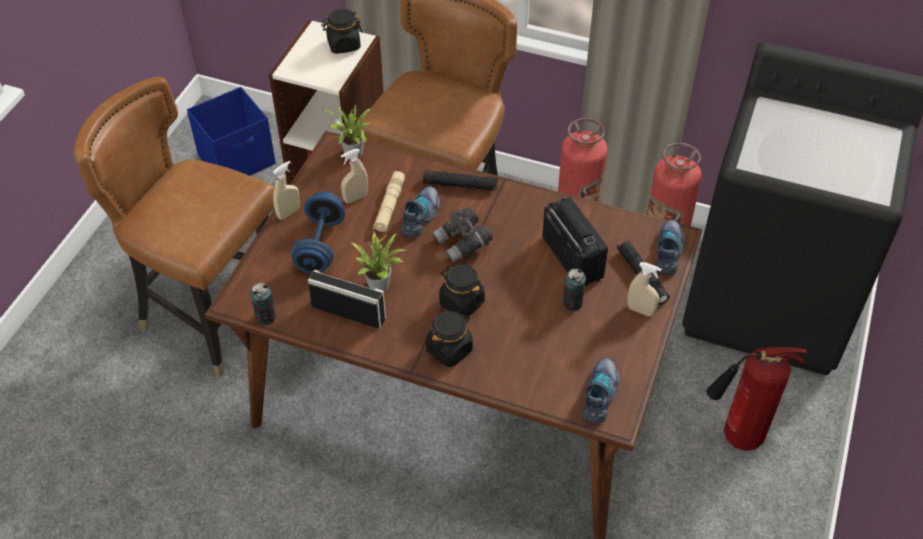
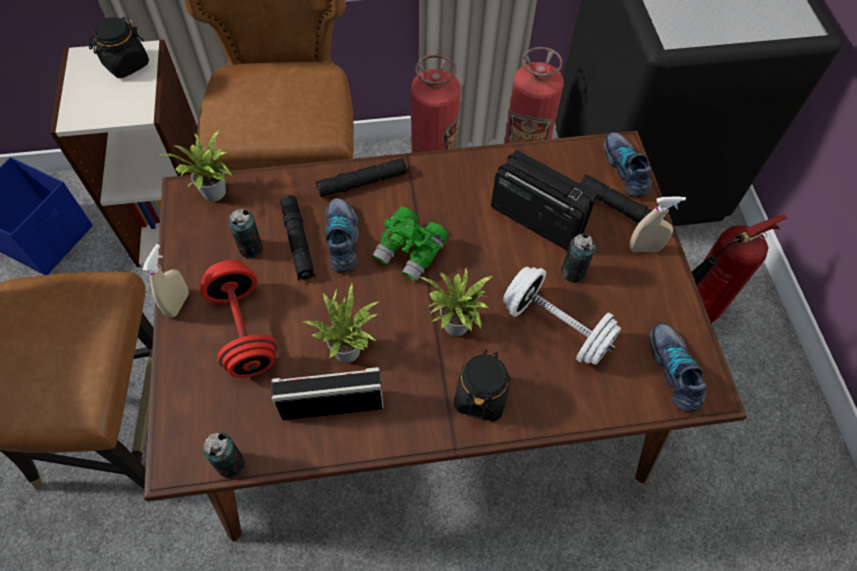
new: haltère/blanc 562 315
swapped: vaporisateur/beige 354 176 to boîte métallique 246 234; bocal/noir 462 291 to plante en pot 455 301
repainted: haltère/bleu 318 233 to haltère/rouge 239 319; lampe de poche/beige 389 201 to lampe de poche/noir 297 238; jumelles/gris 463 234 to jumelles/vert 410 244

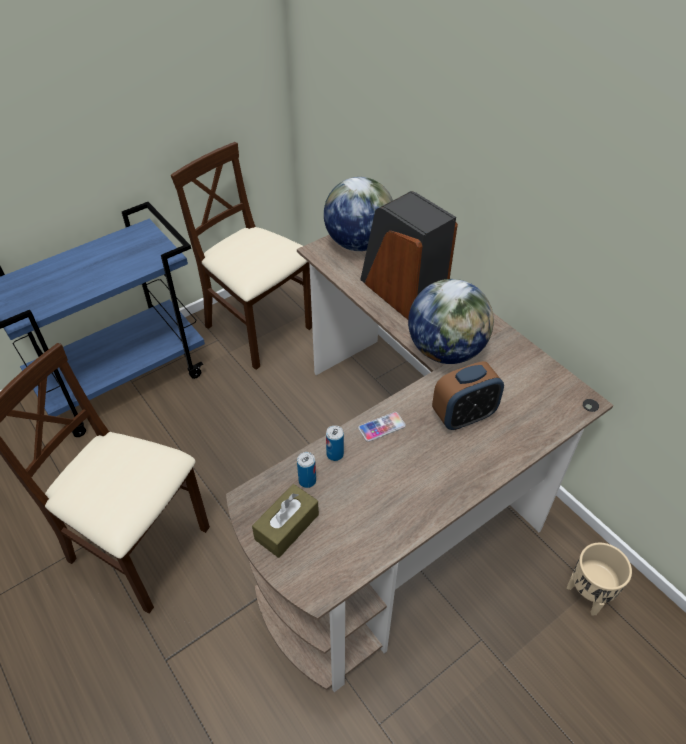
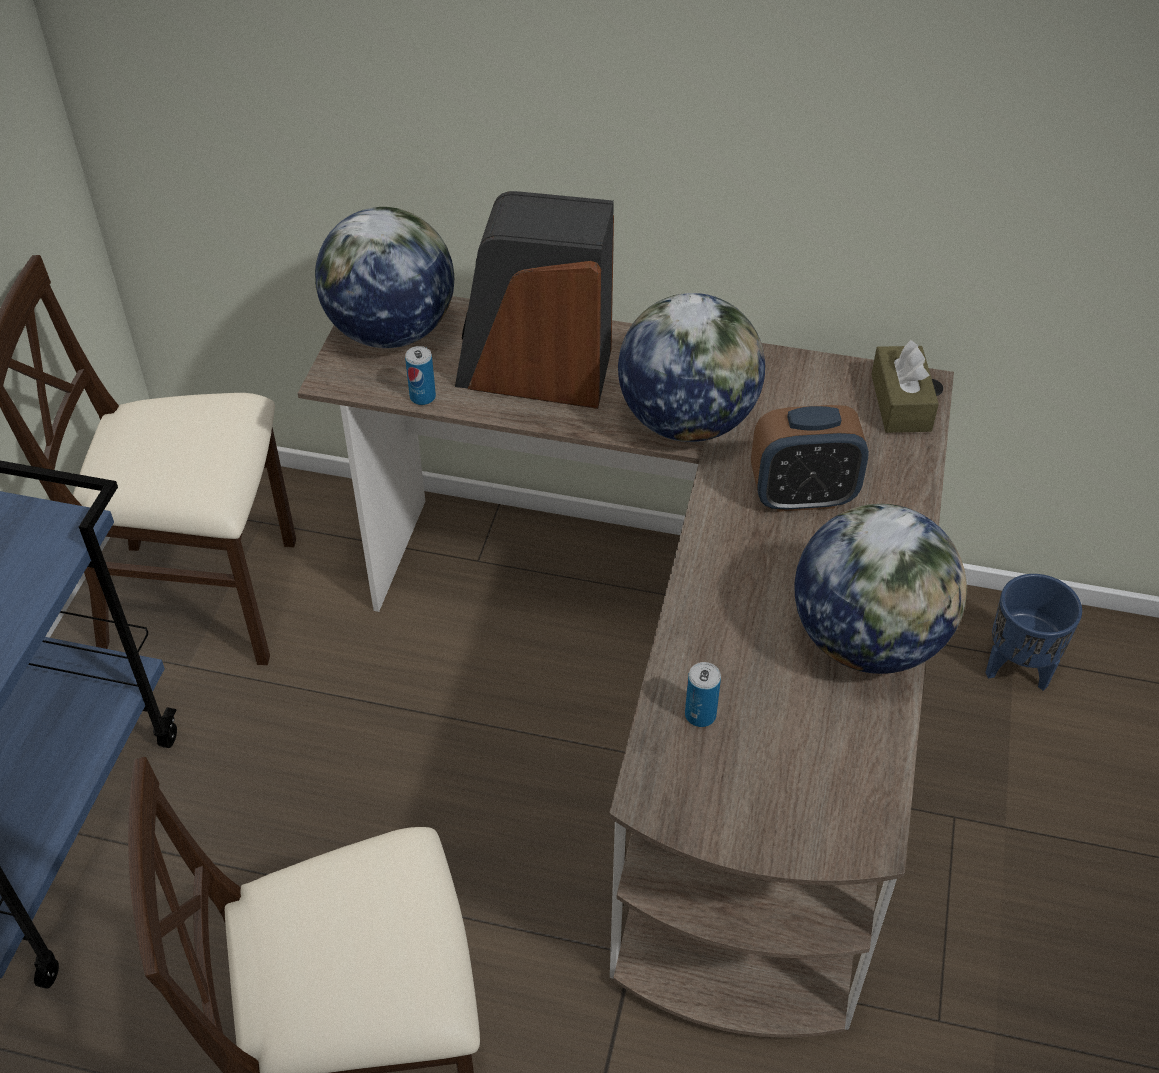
gone: téléphone 382 427
new: globe 881 589
shifted: boîte à mouchoirs/marron 285 521 to 905 386; boîte métallique 335 443 to 420 375
repainted: cache-pot/beige 599 579 to cache-pot/bleu 1033 632
rotated: réveil 468 395 = 810 458 60 degrees clockwise

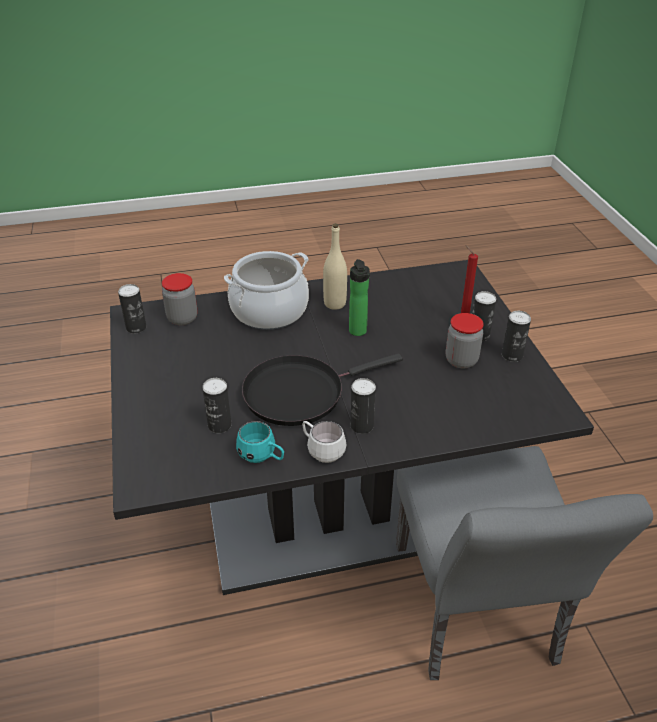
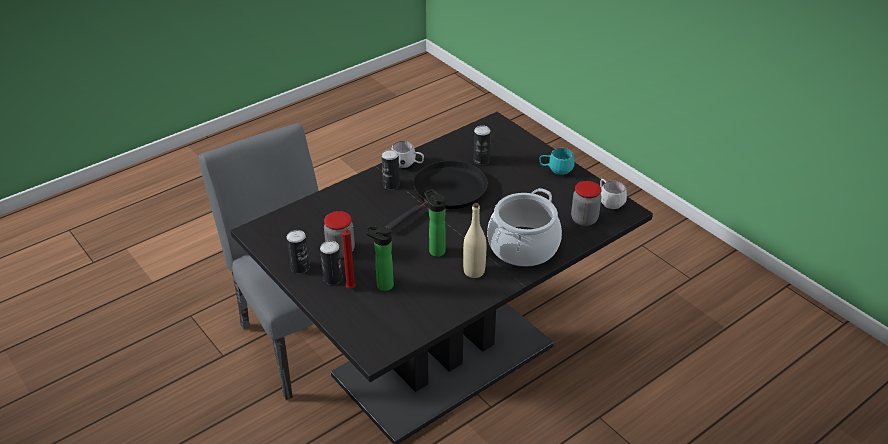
new: bouteille 380 258
shifted: mug/turquoise 260 442 to 556 161
swapped: boîte métallique 132 308 to mug/blanc 613 194

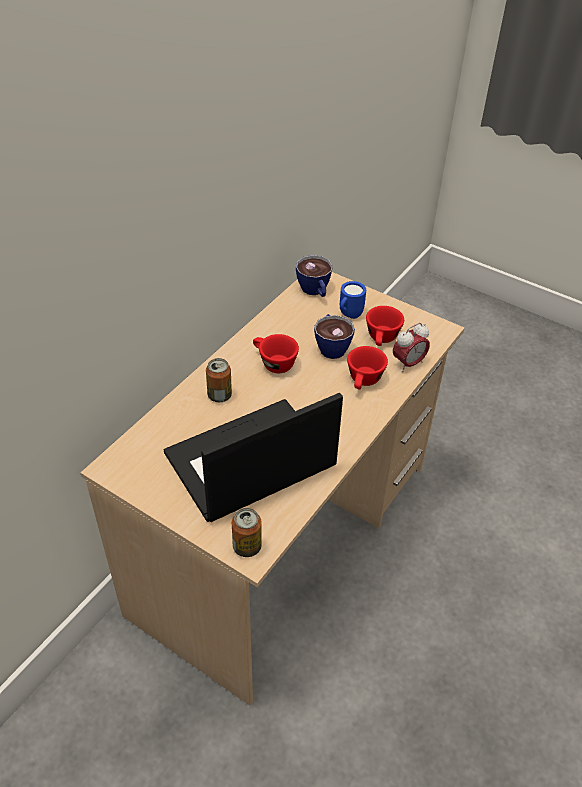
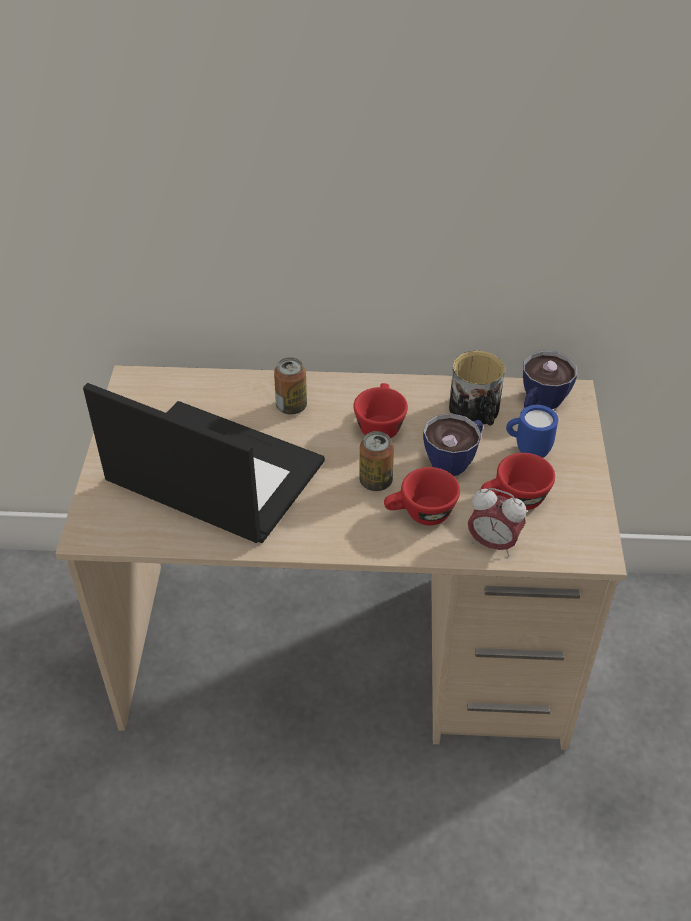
new: mug 477 388
shifted: boîte métallique 247 532 to 376 461

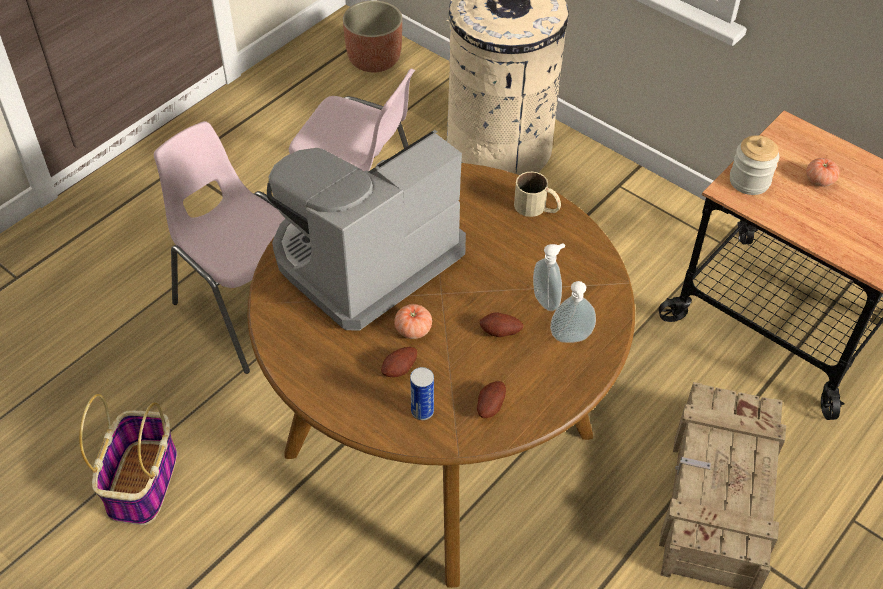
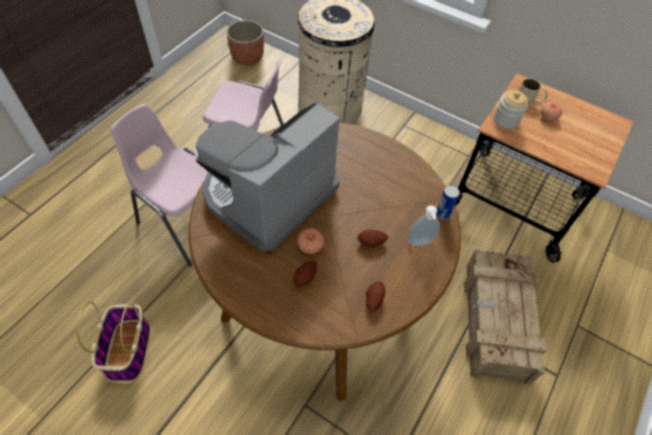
gone: distributeur de savon 549 277
shifted: boîte métallique 422 393 to 448 202; mug/beige 537 194 to 533 91

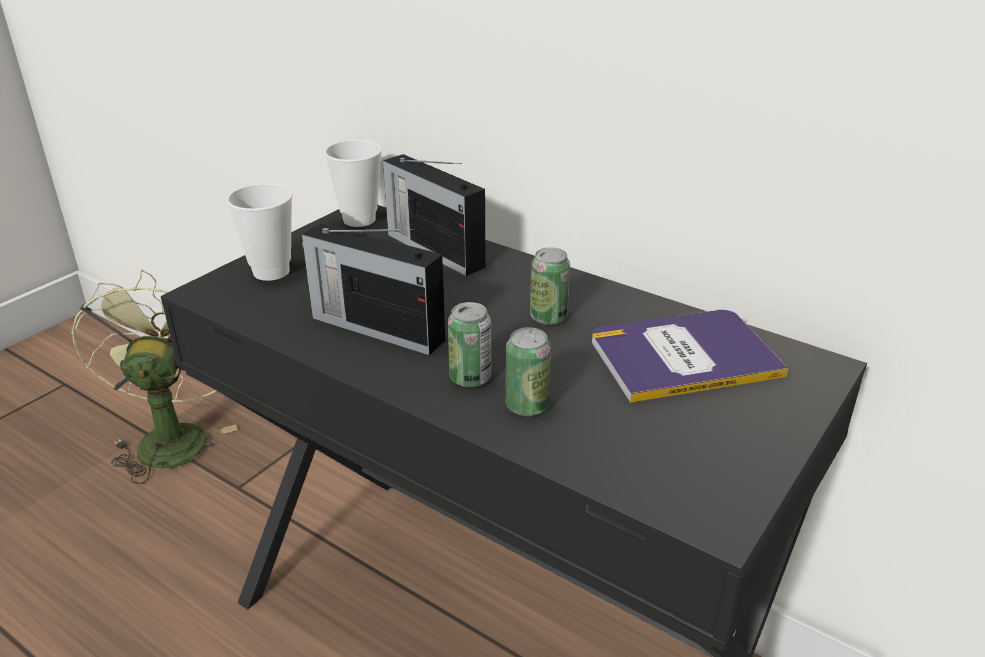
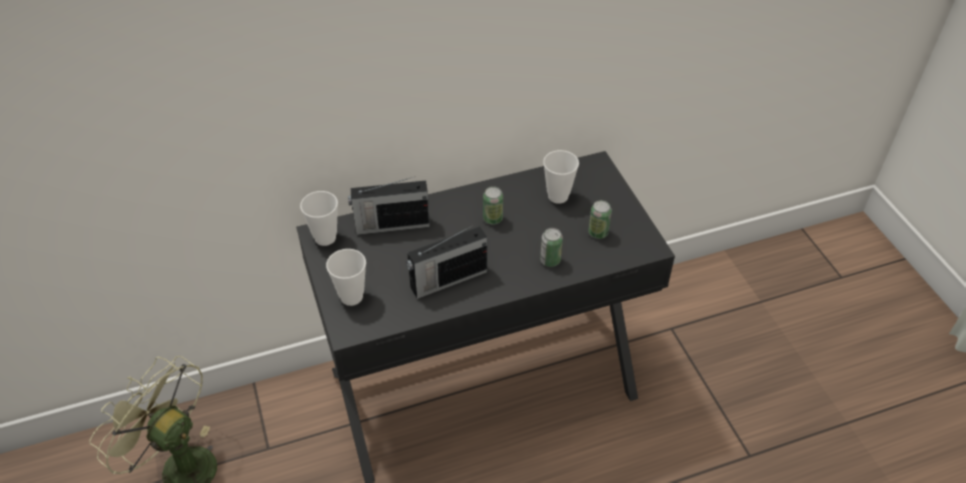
shifted: boîte métallique 469 345 to 600 219
swapped: livre 690 356 to tasse 561 177

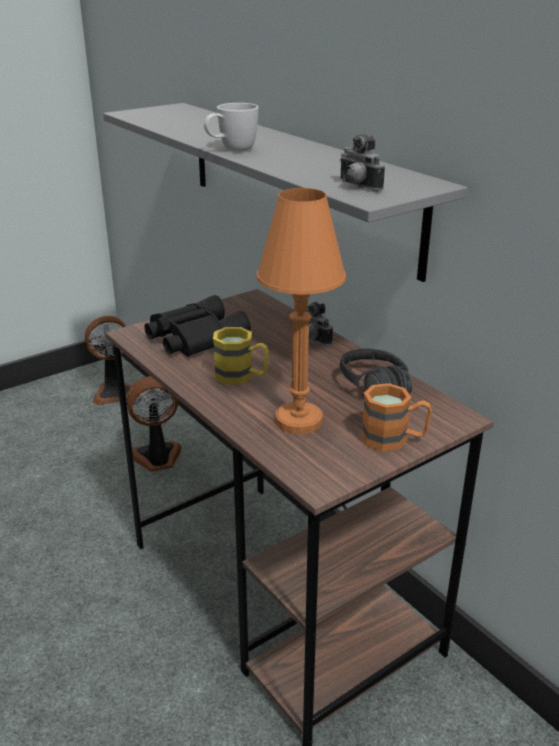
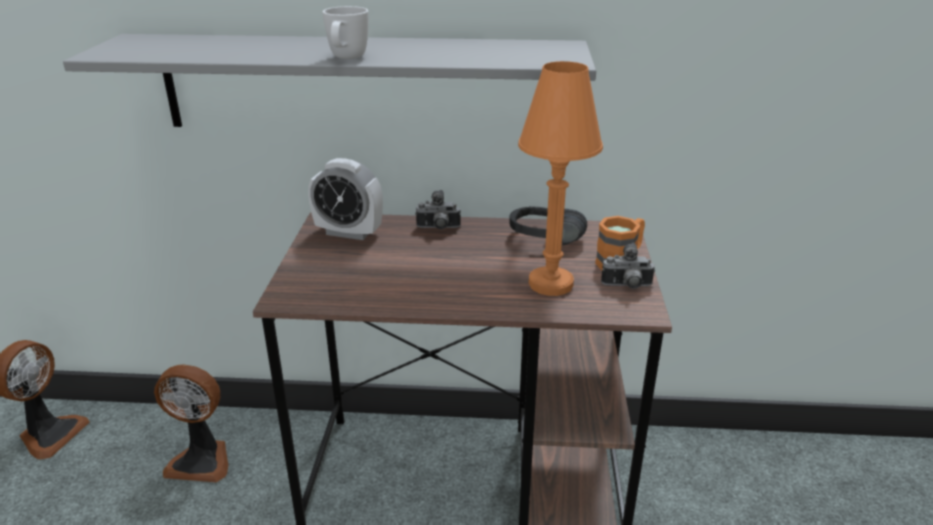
gone: jumelles/noir 197 326; mug/jaune 241 355
new: réveil 345 199
shifted: appareil photo 362 162 to 628 266
rotated: ventilateur 154 424 = 191 423 105 degrees counterclockwise

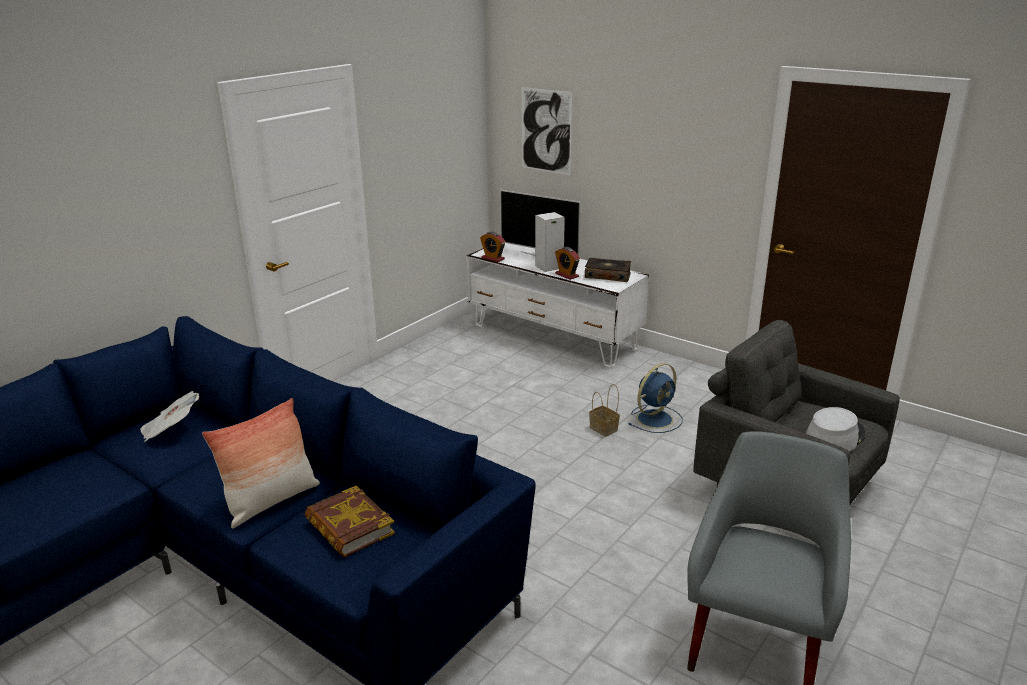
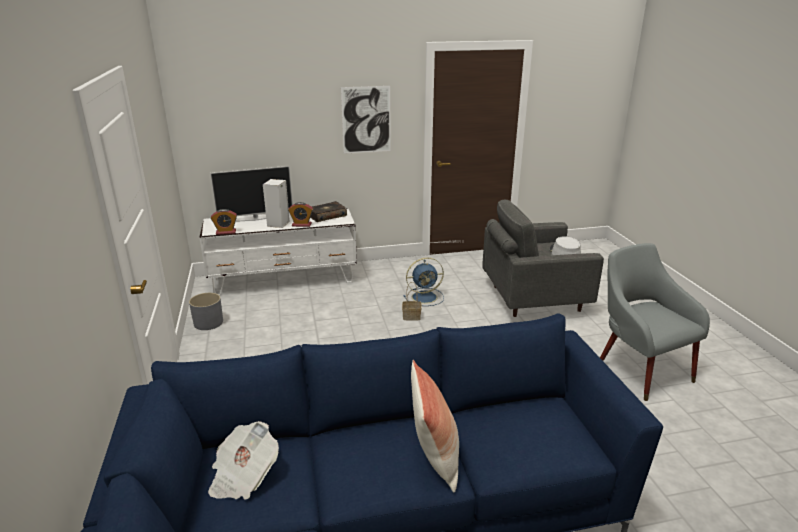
gone: livre 350 522
new: cache-pot/gris 206 311
shifted: tableau 547 131 to 366 120
rotated: ventilateur/bleu 656 398 = 423 281 75 degrees clockwise

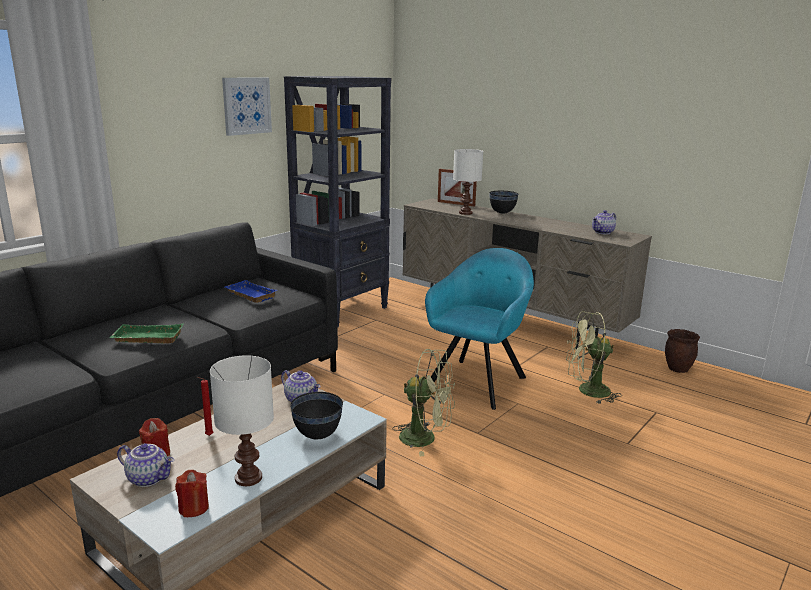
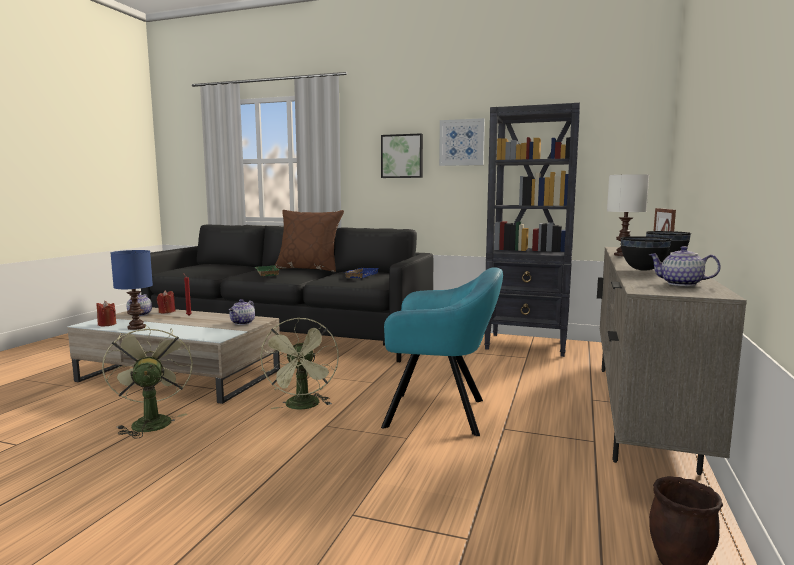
new: coussin/marron 309 241; tableau 402 155
shifted: bol/noir 316 415 to 646 253; ventilateur/vert 594 357 to 147 381
repainted: lampe de table/blanc 242 420 to lampe de table/bleu 132 290

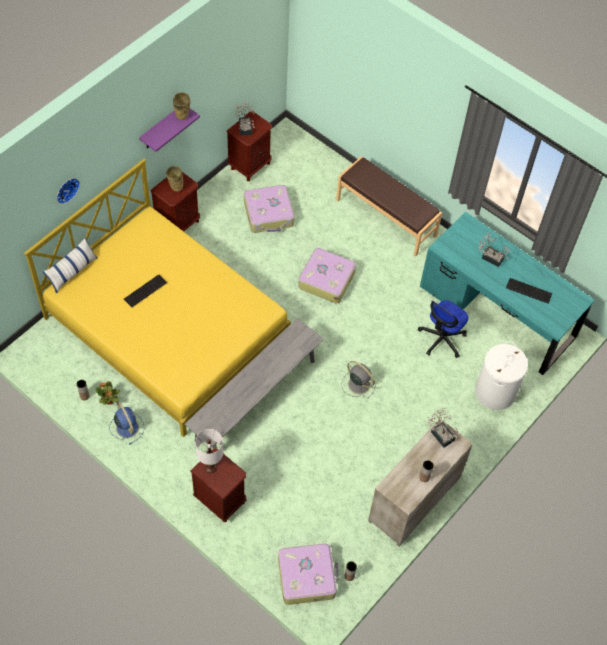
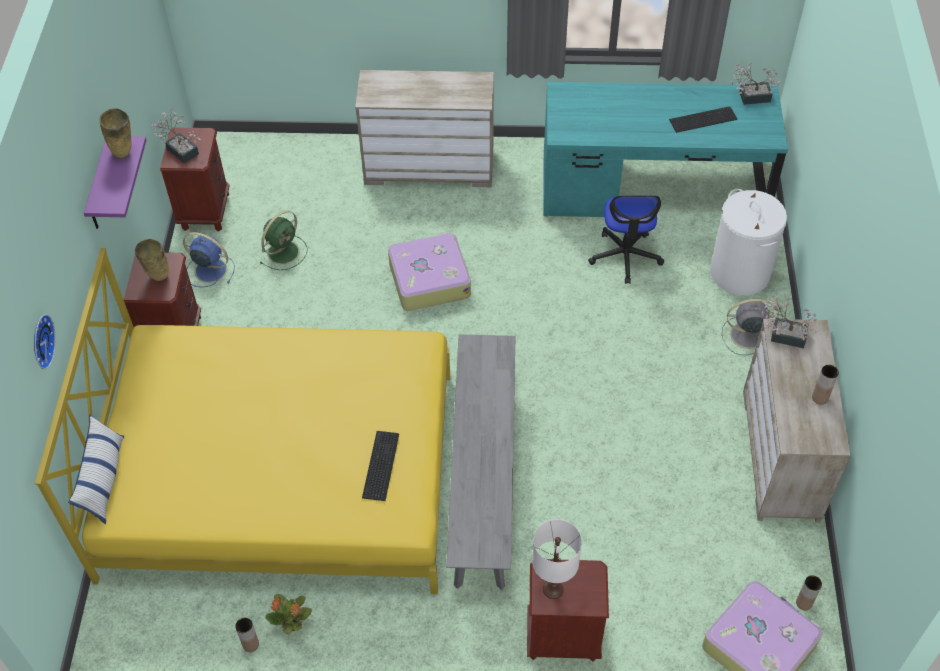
shifted: ventilateur/bleu 126 423 to 209 259; clavier 145 291 to 380 466; ventilateur/gris 358 380 to 750 327; plante en pot 495 249 to 756 83
swapped: valise 269 209 to ventilateur/vert 283 240; banc/marron 389 207 to commode/beige 424 128

